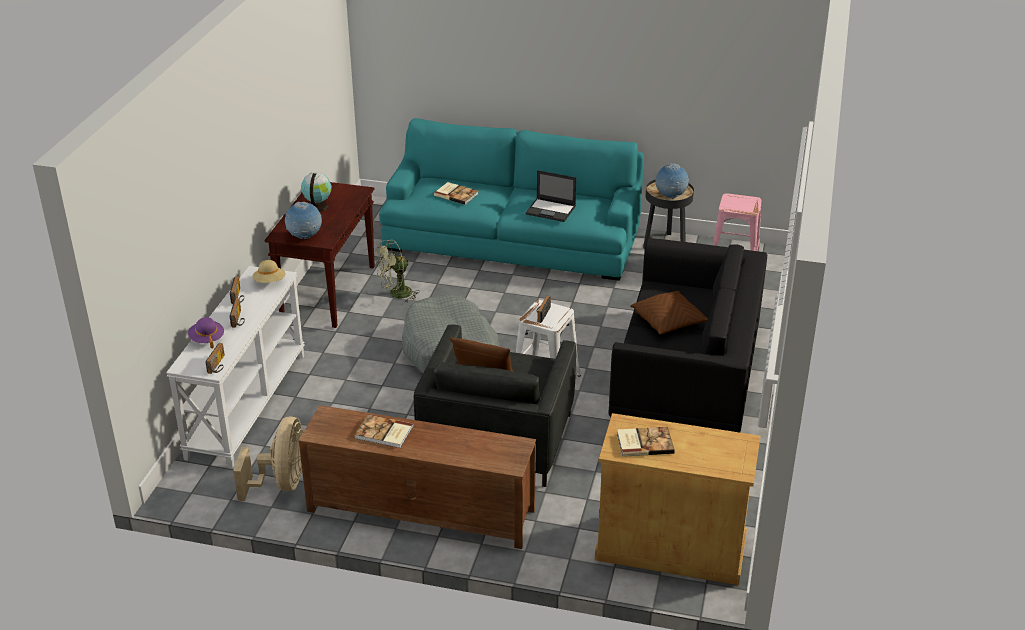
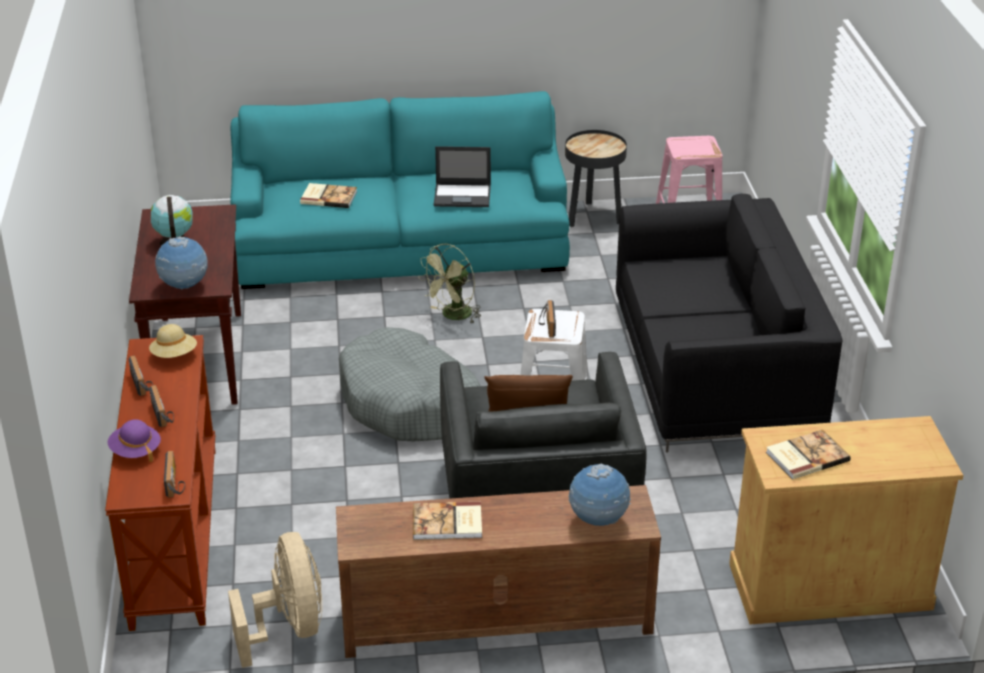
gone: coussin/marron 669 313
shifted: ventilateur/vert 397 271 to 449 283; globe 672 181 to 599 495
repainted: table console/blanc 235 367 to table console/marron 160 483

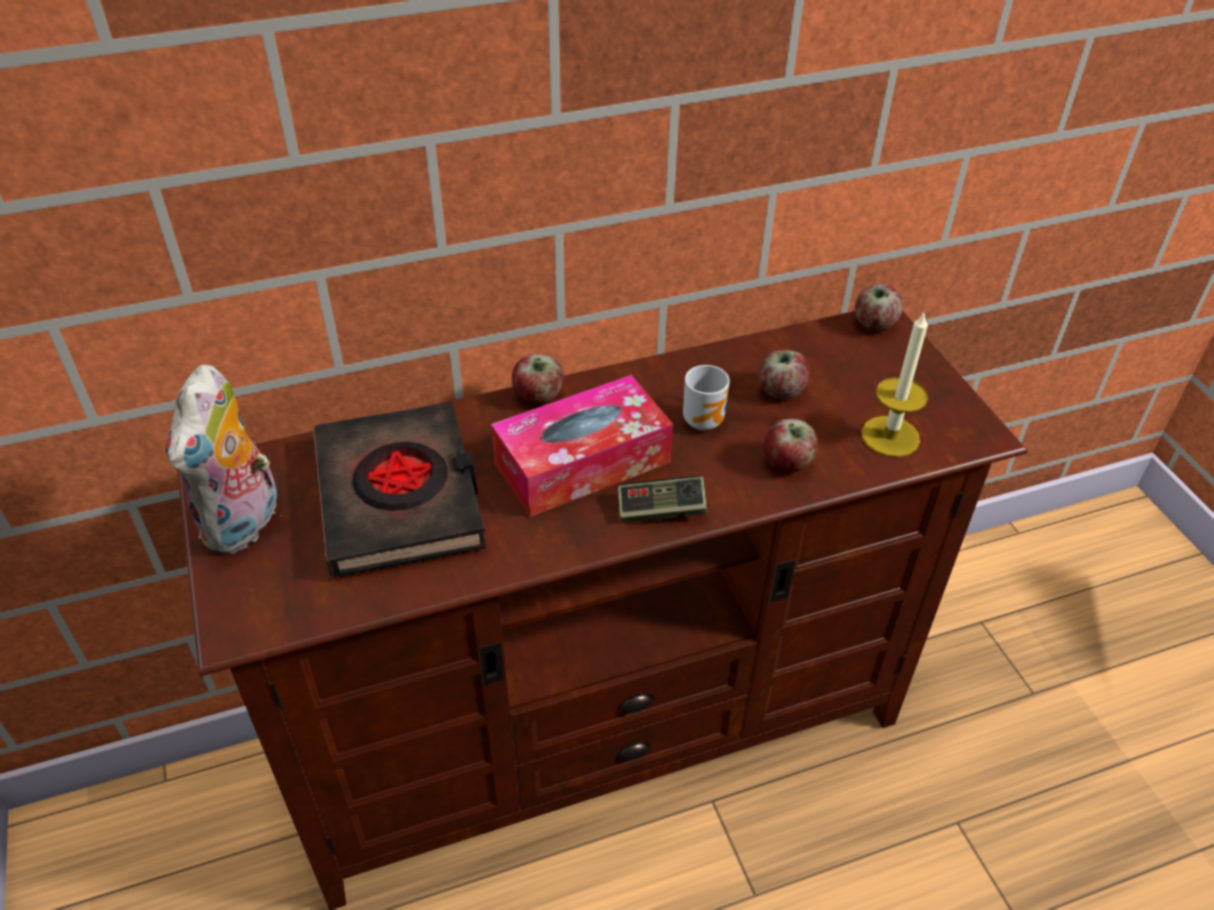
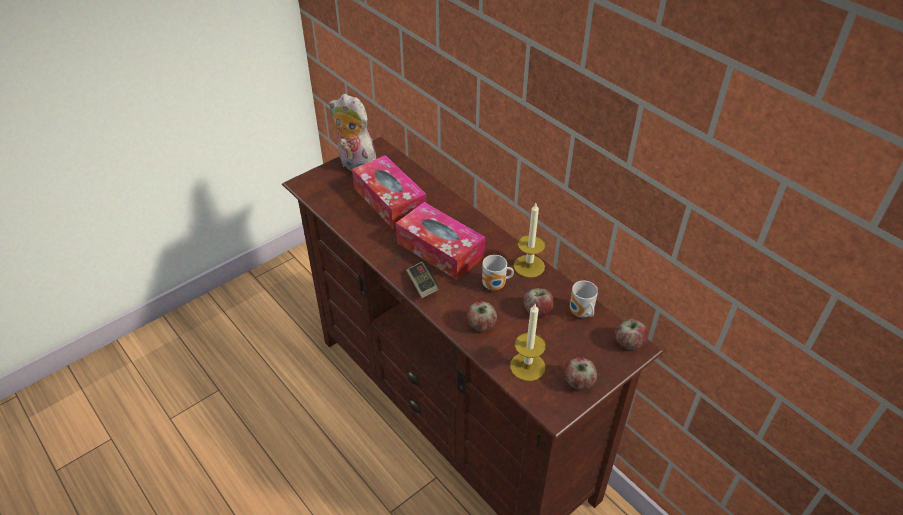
new: bougie 529 240; mug 584 299
shifted: pomme 538 379 to 580 373
swapped: livre/noir 399 490 to boîte à mouchoirs 389 192
rotated: peluche 221 459 = 352 132 45 degrees clockwise

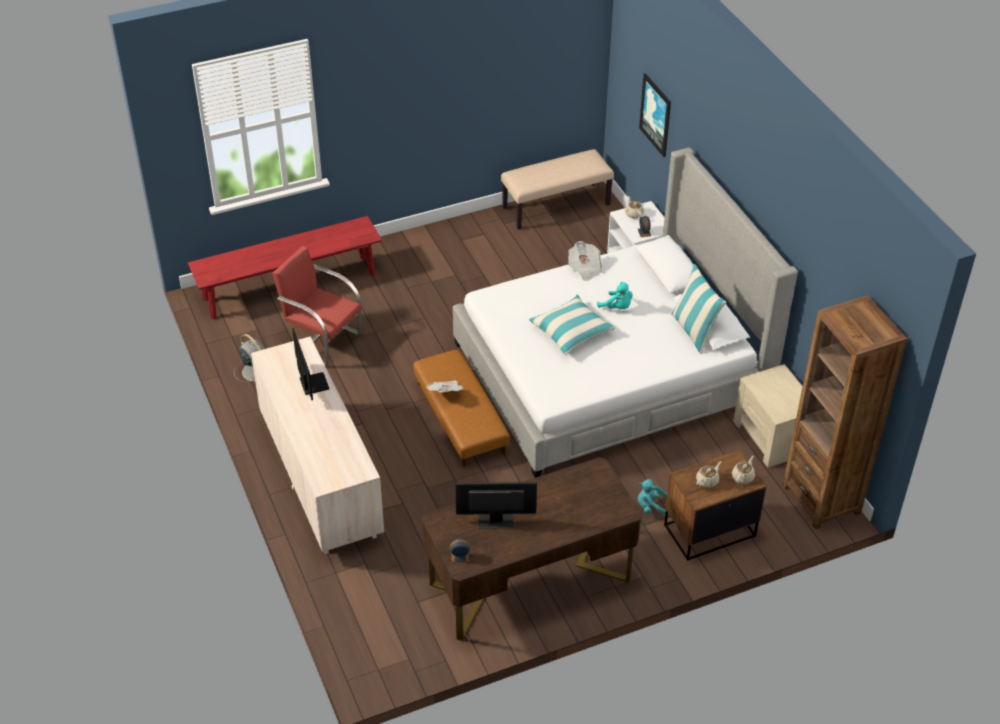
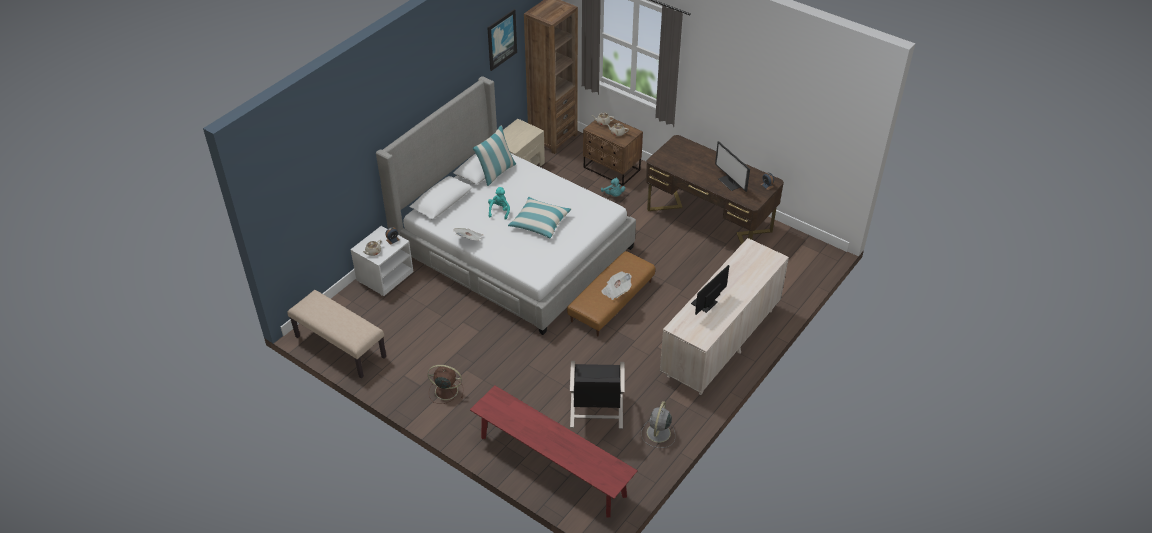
new: ventilateur/marron 446 384
shifted: tableau 655 115 to 502 40
repainted: chaise/rouge 317 306 to chaise/noir 597 395

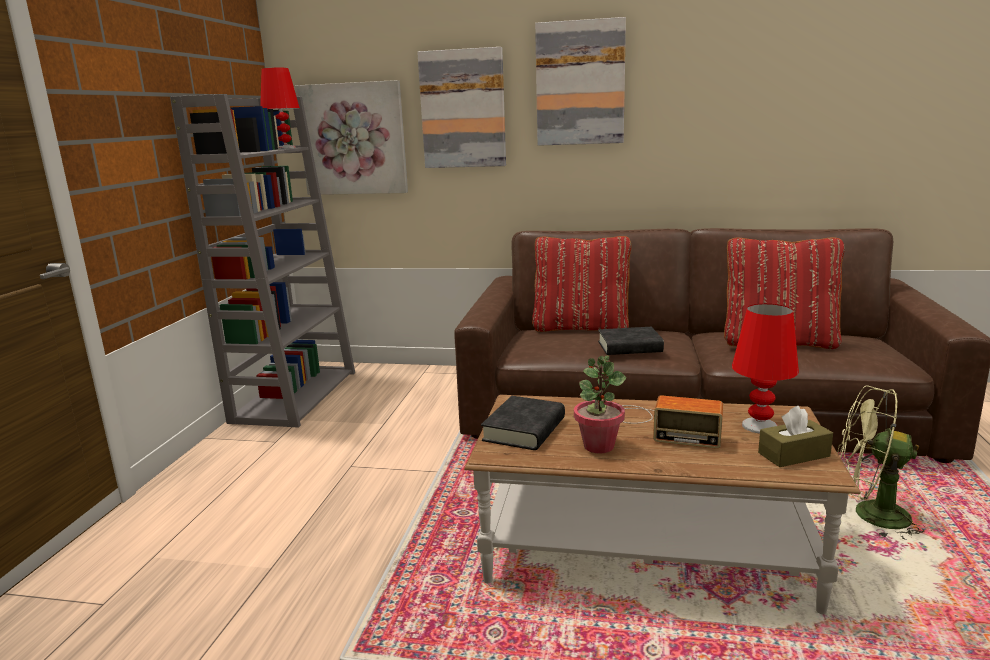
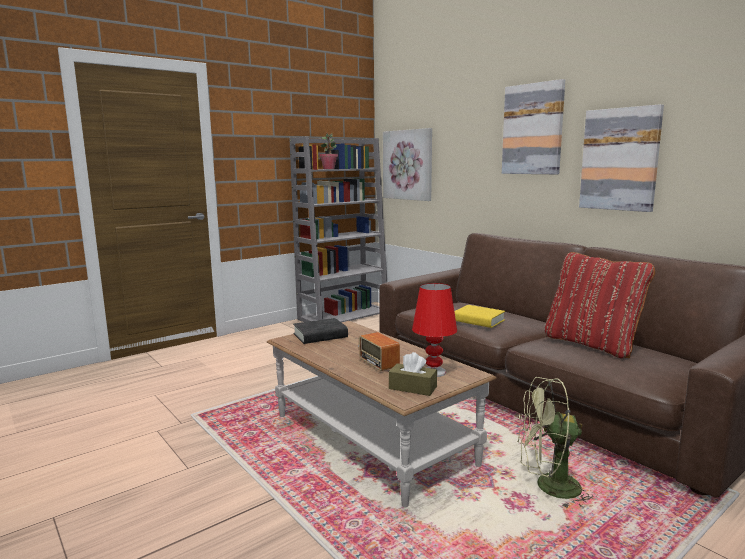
gone: lampe de table/rouge 280 108; coussin/rouge 581 284
shifted: tableau 461 107 to 621 158; plante en pot 600 405 to 328 151
repainted: livre/noir 631 341 to livre/jaune 479 316
rotated: ventilateur/vert 883 462 = 555 442 60 degrees counterclockwise

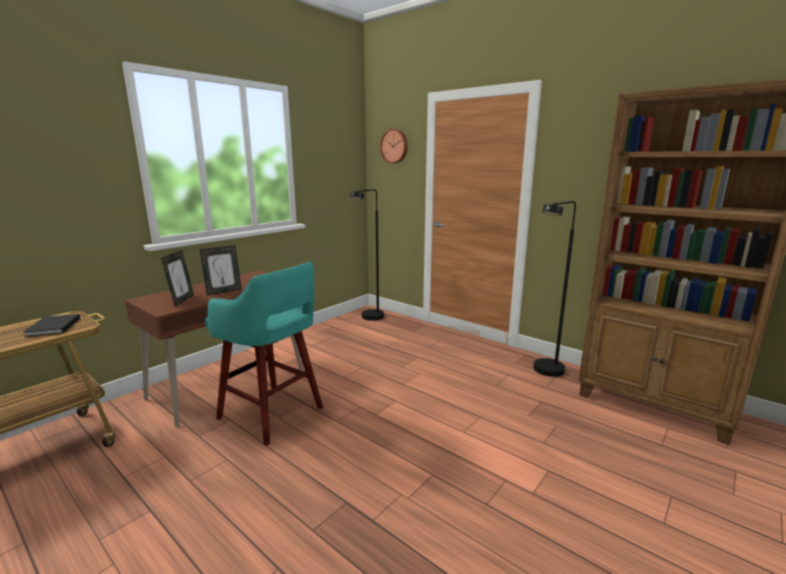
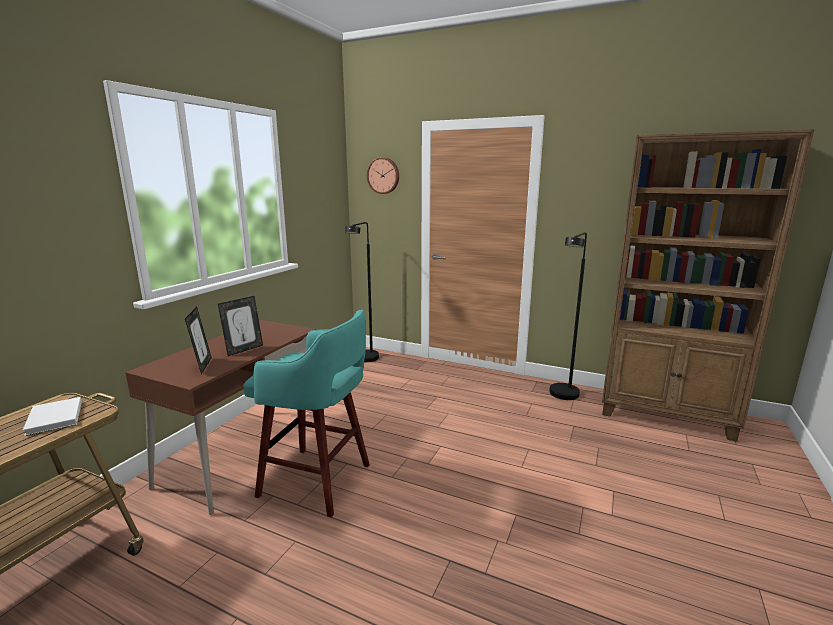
repainted: livre/noir 52 325 to livre/blanc 52 416

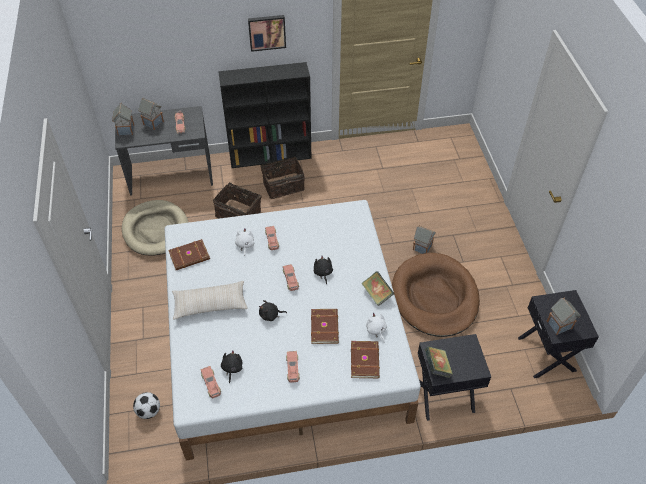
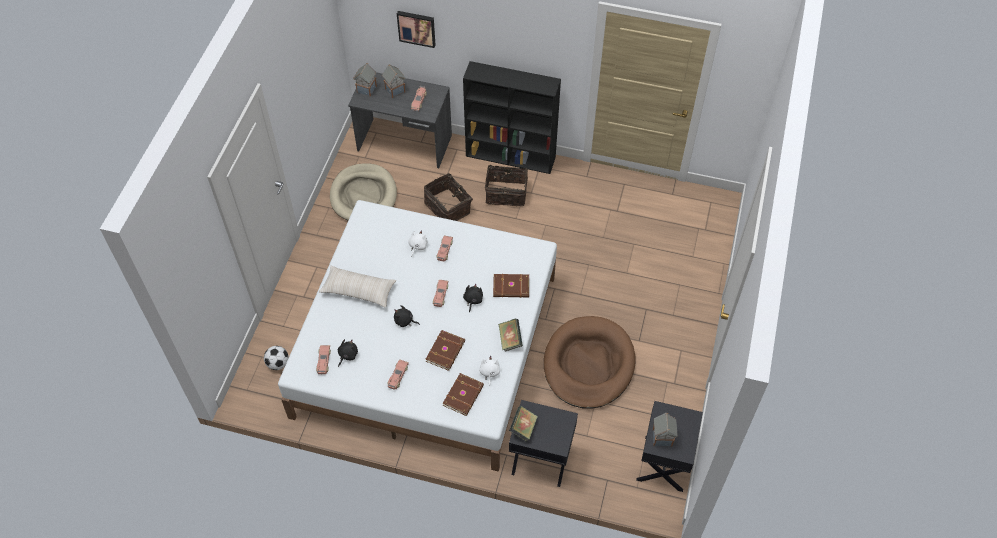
gone: maison miniature 424 239
shifted: livre/marron 189 254 to 511 286; tableau 267 33 to 416 29

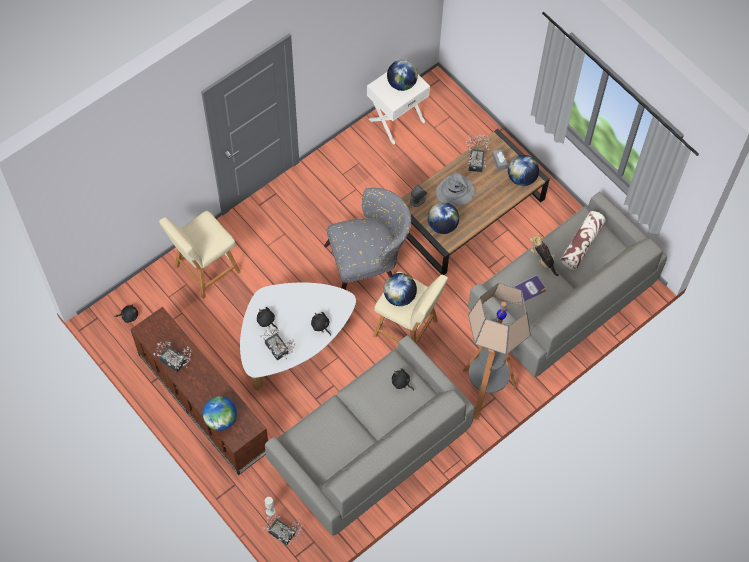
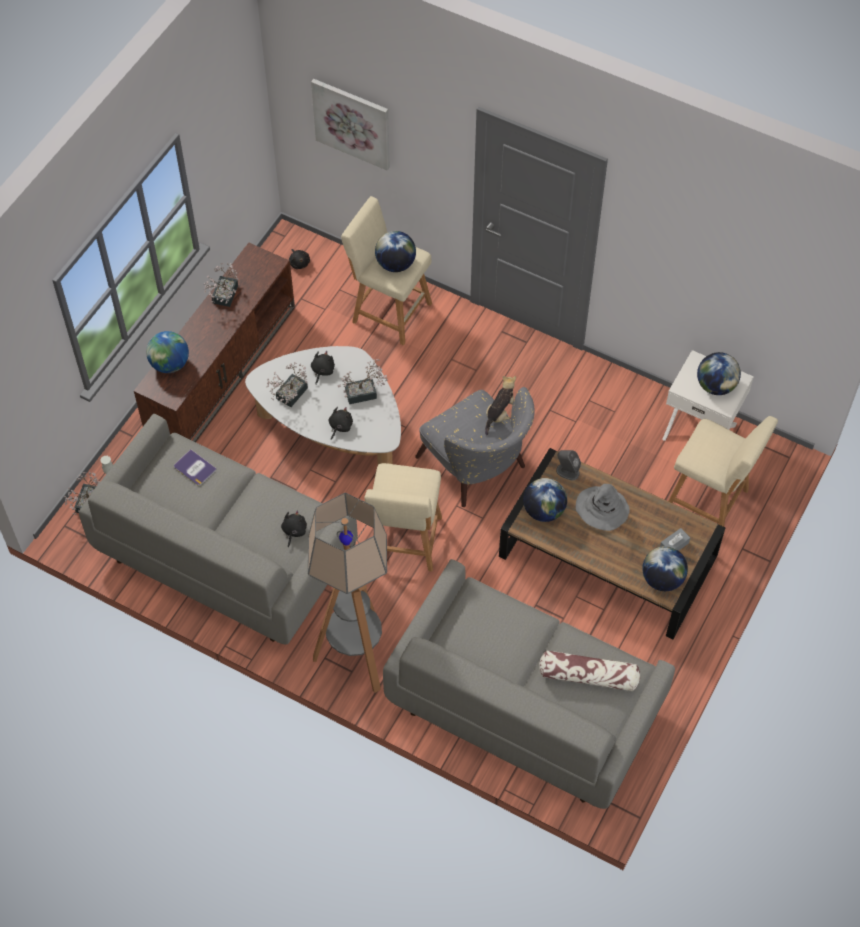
new: tableau 350 125; tabouret/beige 723 471
shifted: globe 400 289 to 395 251; plante en pot 478 153 to 363 381; livre 530 288 to 195 467; peluche 544 254 to 500 405

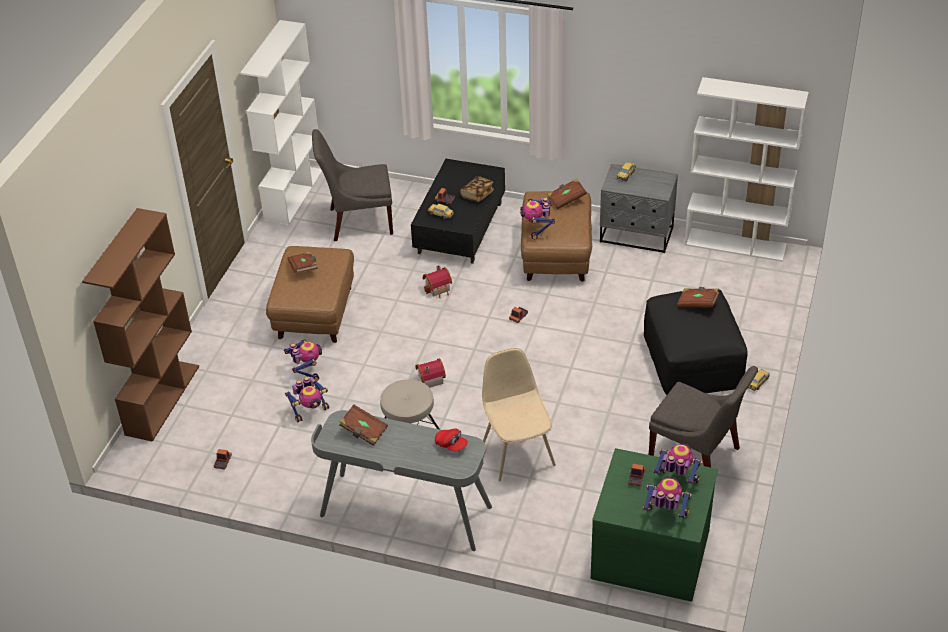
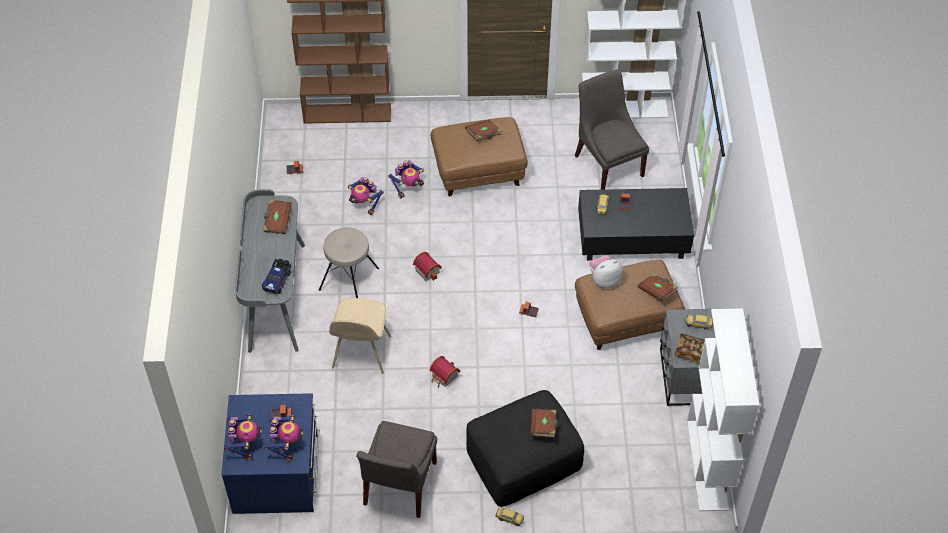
shifted: maison miniature 437 281 to 444 372; livre 477 189 to 690 348
swapped: casquette/rouge 451 440 to camion jouet 276 276; robot jouet 537 218 to peluche 606 271
repainted: commode/vert 654 525 to commode/bleu 270 453
rotated: chaise/beige 519 415 = 360 336 135 degrees clockwise

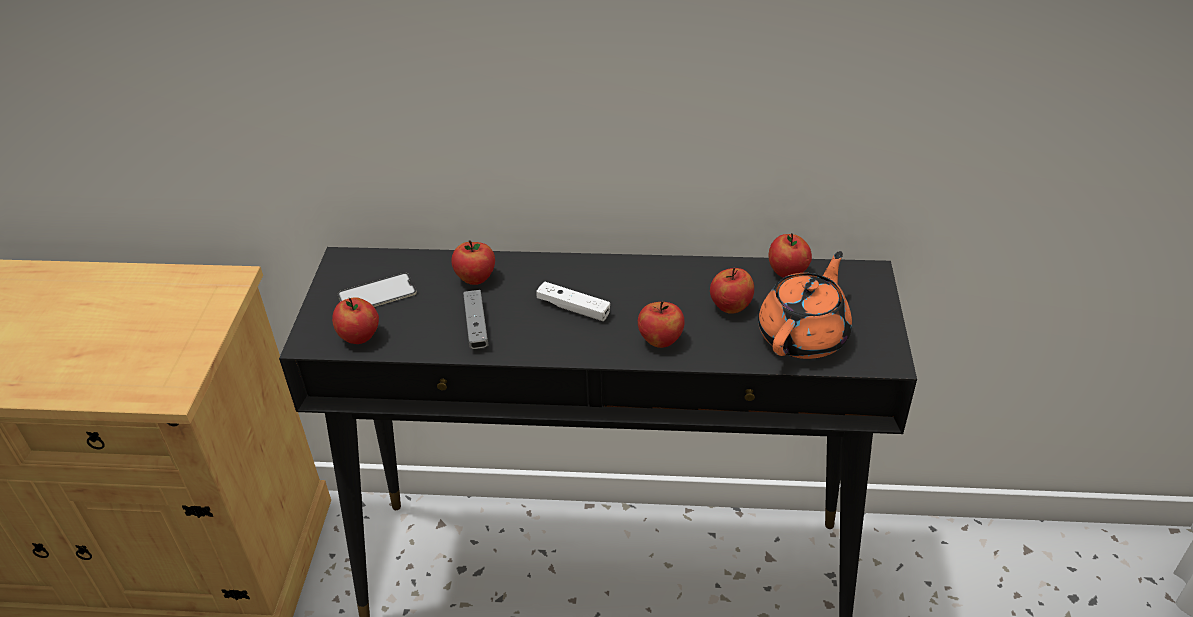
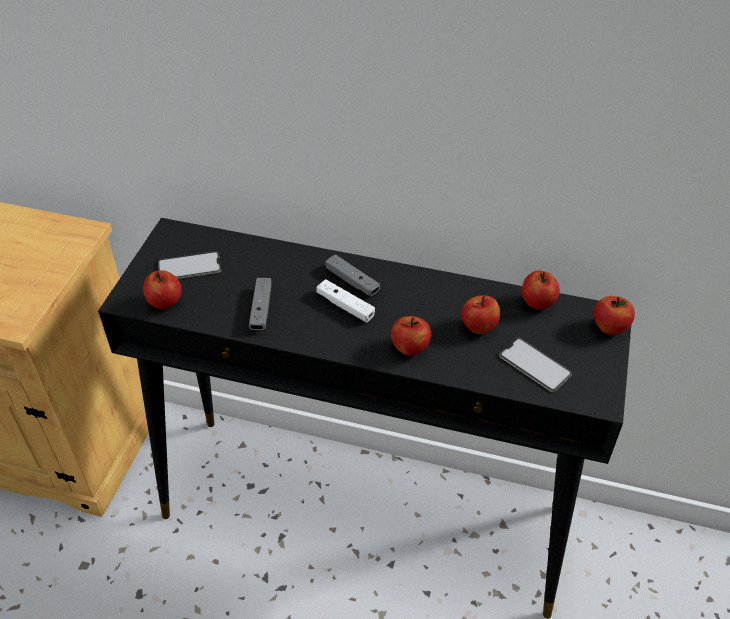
new: manette/gris 352 275
shifted: pomme 473 262 to 614 315
swapped: théière/orange 805 305 to téléphone 535 365

